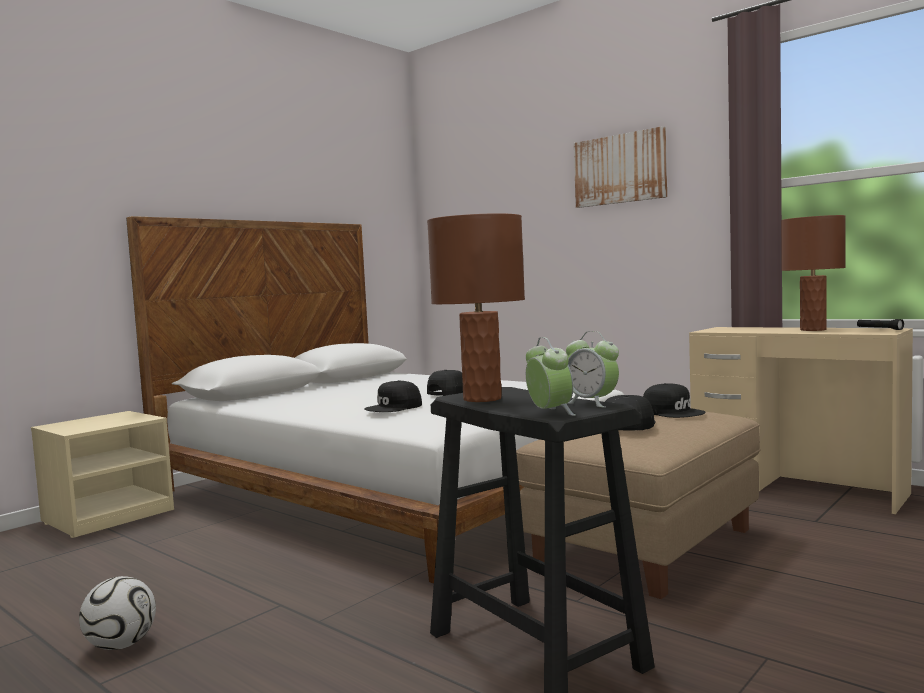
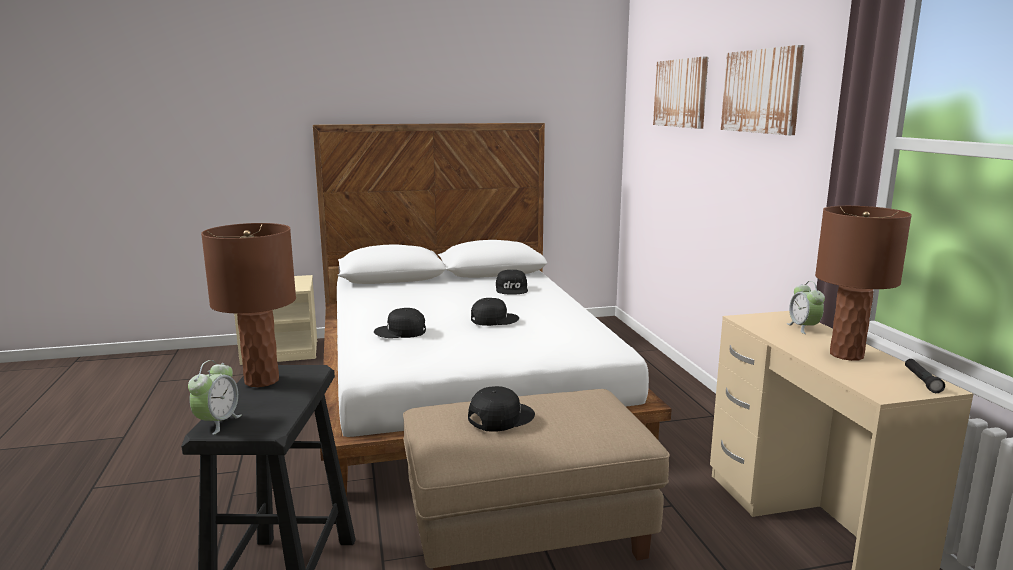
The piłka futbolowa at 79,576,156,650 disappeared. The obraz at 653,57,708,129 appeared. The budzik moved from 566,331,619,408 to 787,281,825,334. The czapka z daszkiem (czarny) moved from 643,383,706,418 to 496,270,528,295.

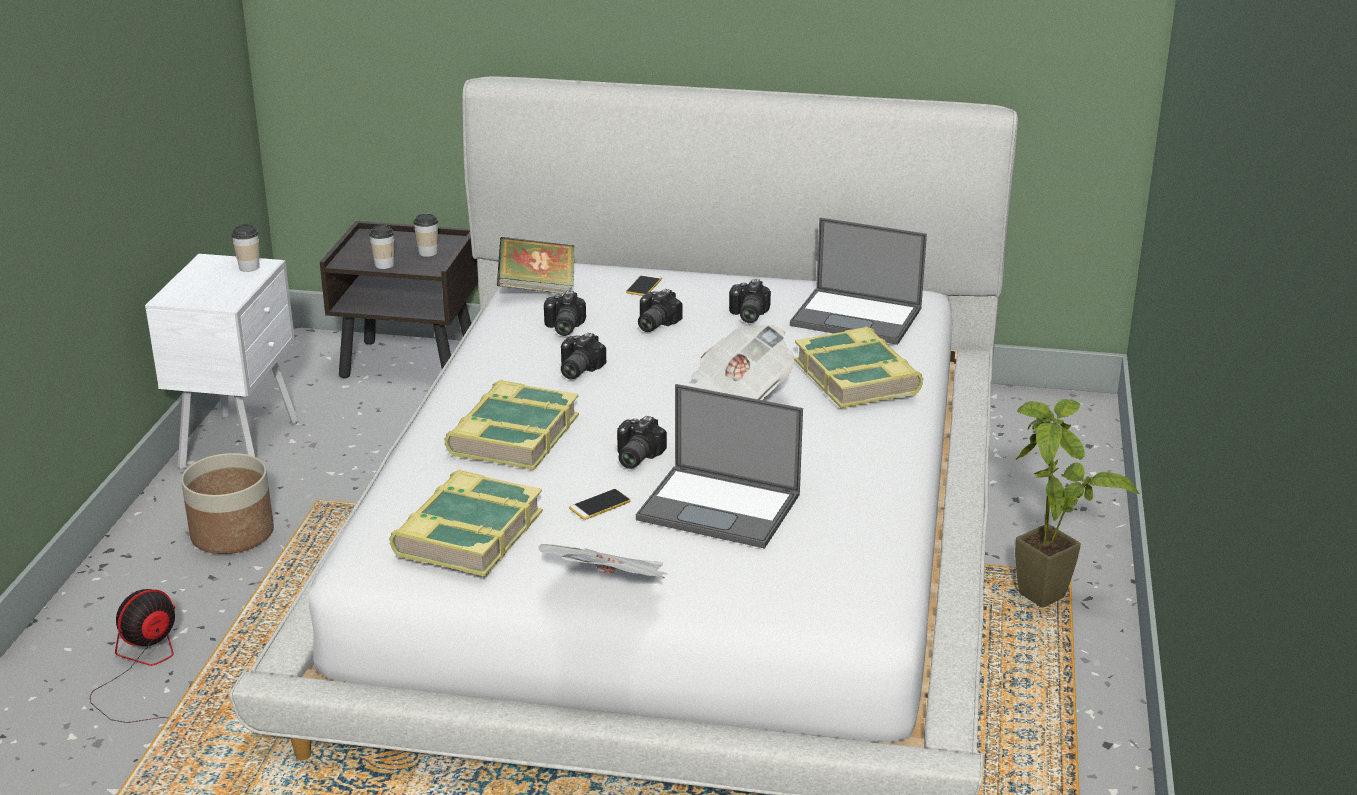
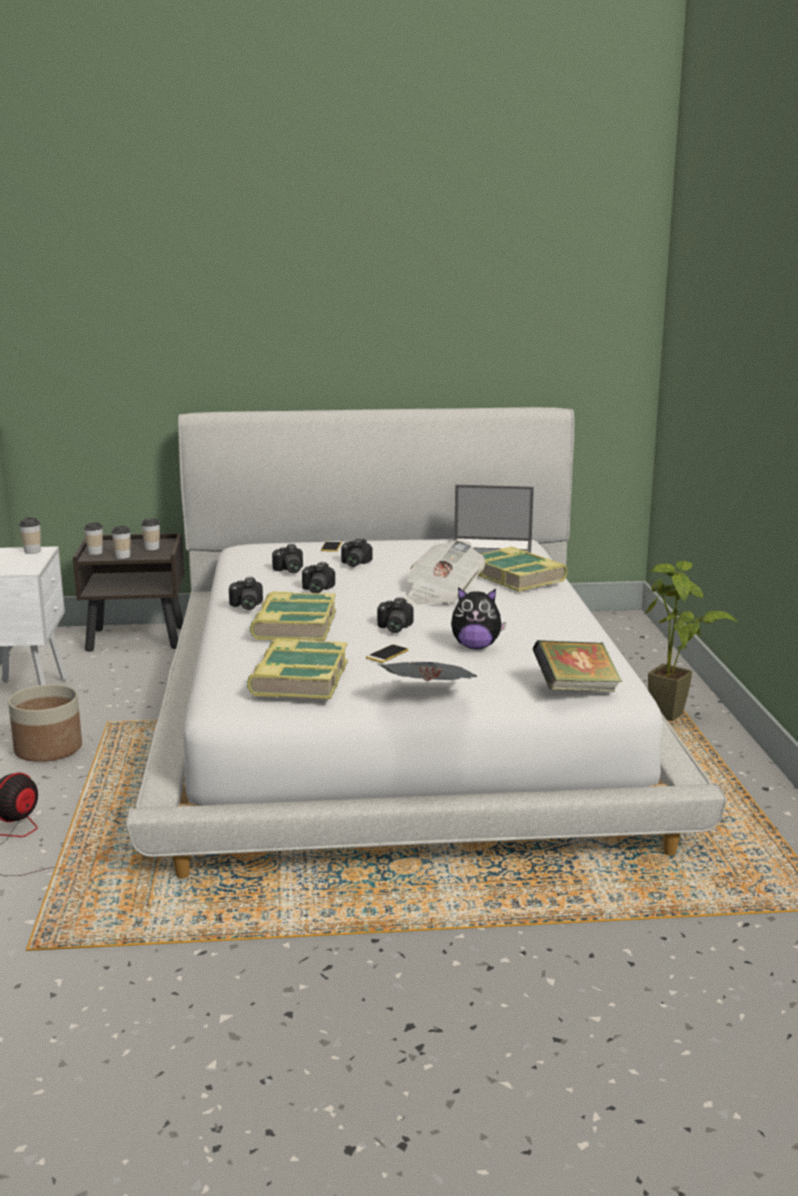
The filiżanka at 84,522,103,555 appeared. The książka moved from 497,237,575,294 to 532,640,622,692. The aparat fotograficzny moved from 729,279,771,323 to 229,577,263,610. The laptop at 636,384,803,549 was replaced by the pluszak at 451,587,506,649.

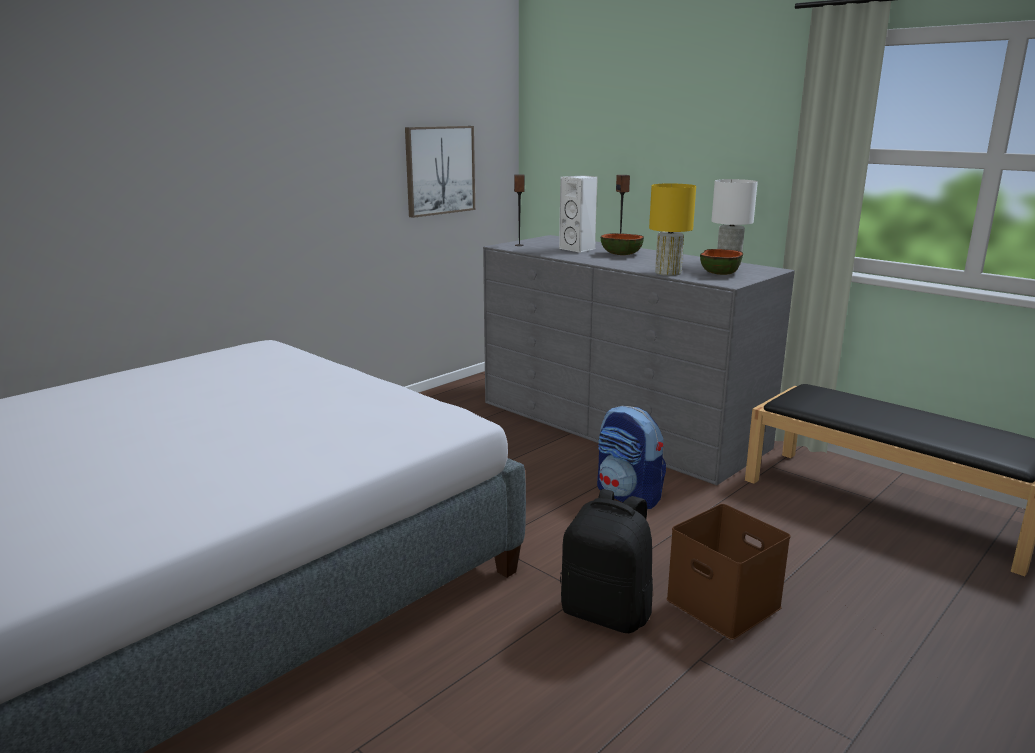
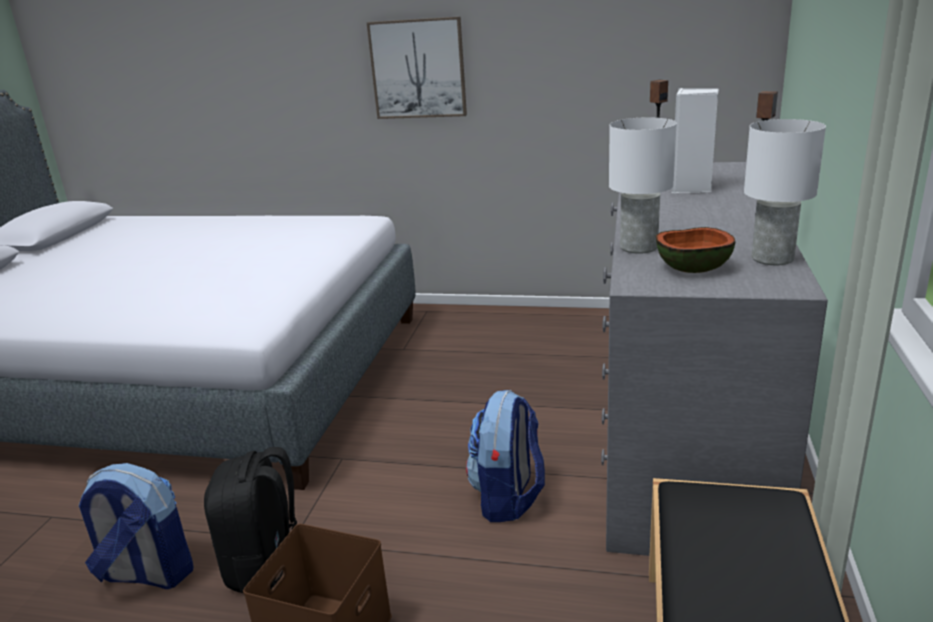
The miska at 601,233,644,255 disappeared. The plecak at 79,463,194,589 appeared. The obraz moved from 405,126,475,218 to 367,17,467,119. The lampa stołowa (żółty) at 649,183,696,276 became the lampa stołowa (biały) at 609,117,677,254.

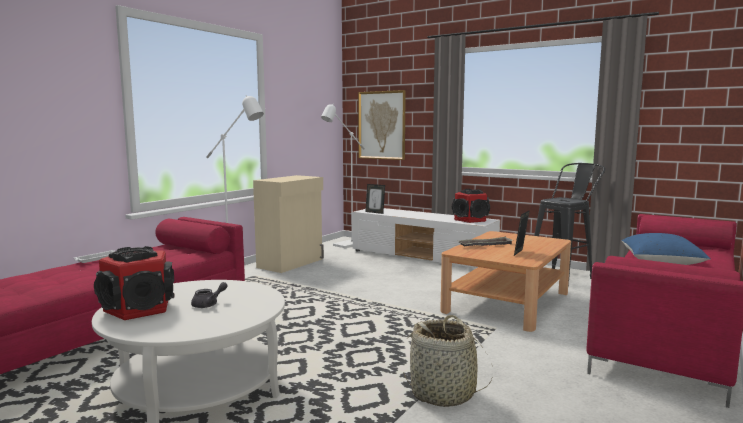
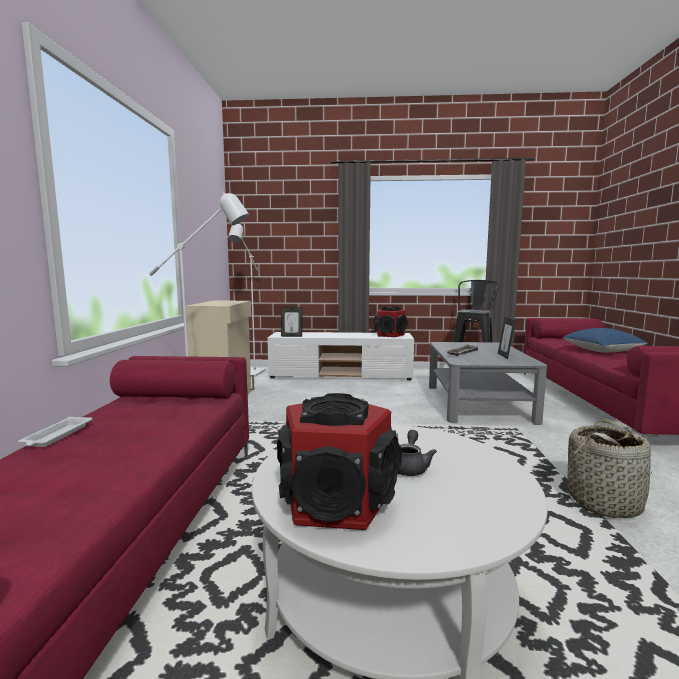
The obraz at 358,90,406,160 disappeared. The ława (brązowy) at 440,231,571,332 became the ława (szary) at 429,342,547,425.

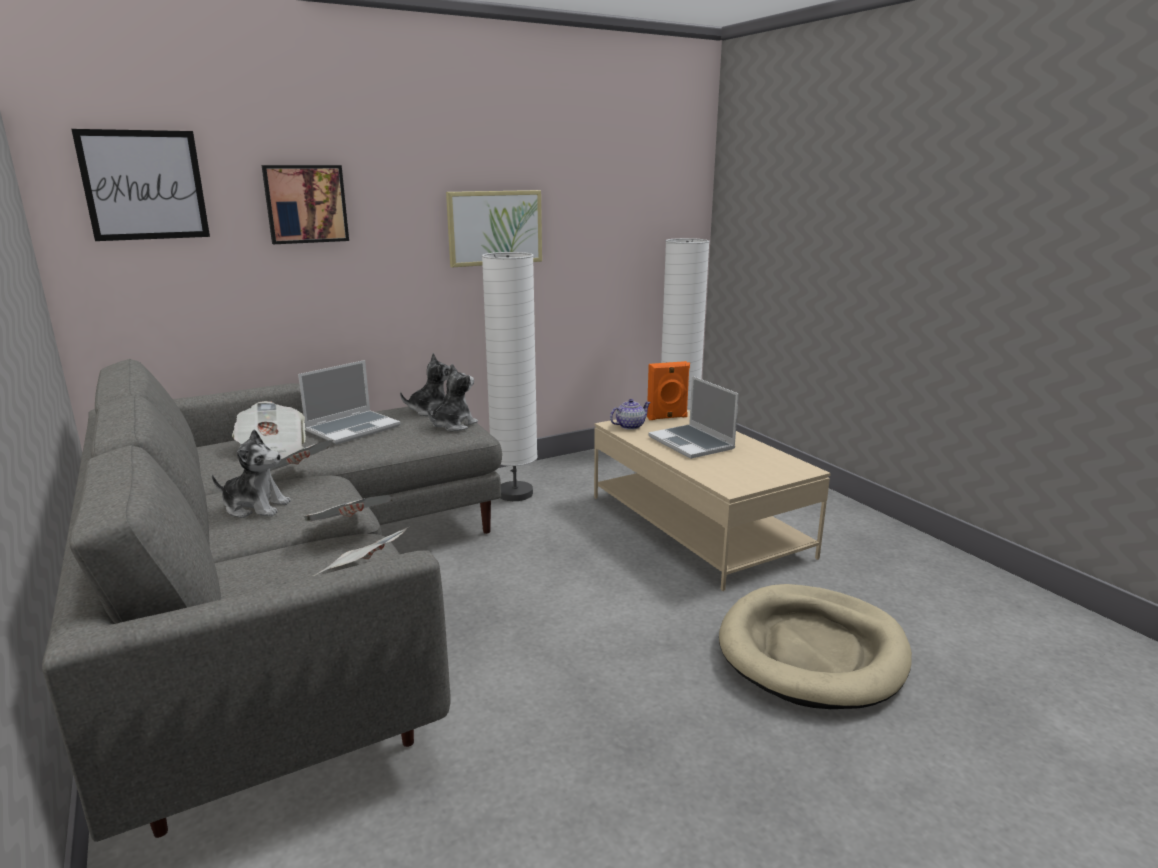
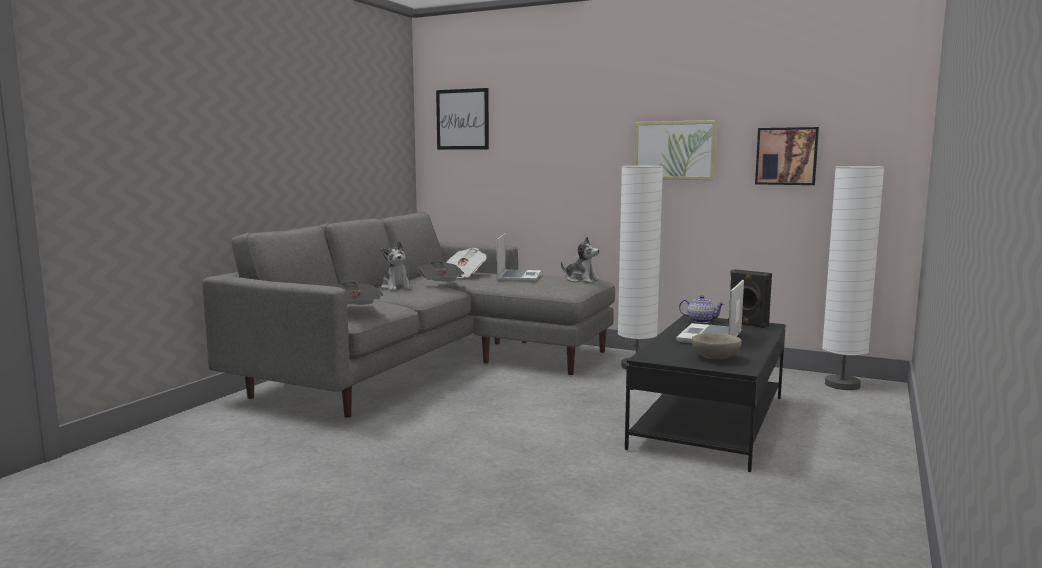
The gazeta at 304,495,393,521 disappeared. The pluszak at 428,364,478,431 disappeared. The legowisko (beżowy) at 719,584,912,709 disappeared. The miska (beżowy) at 691,333,742,360 appeared. The obraz moved from 261,165,349,244 to 755,127,819,185. The ława (beżowy) at 594,409,831,591 became the ława (czarny) at 625,315,786,472. The głośnik (pomarańczowy) at 647,361,690,420 became the głośnik (czarny) at 728,269,772,328. The laptop at 298,360,401,444 turned 90 degrees counterclockwise.

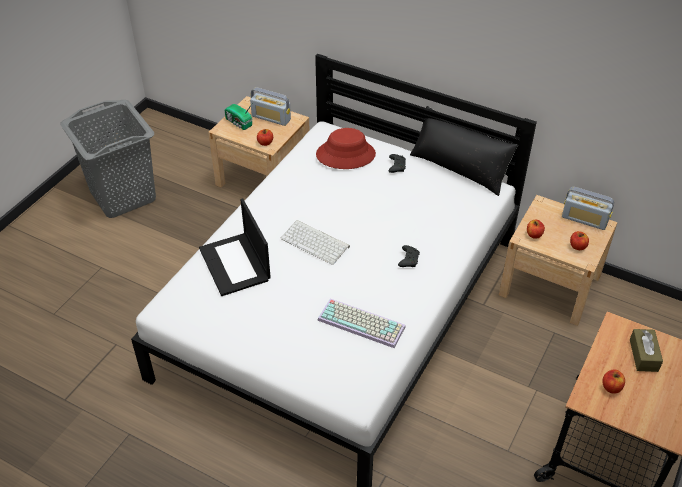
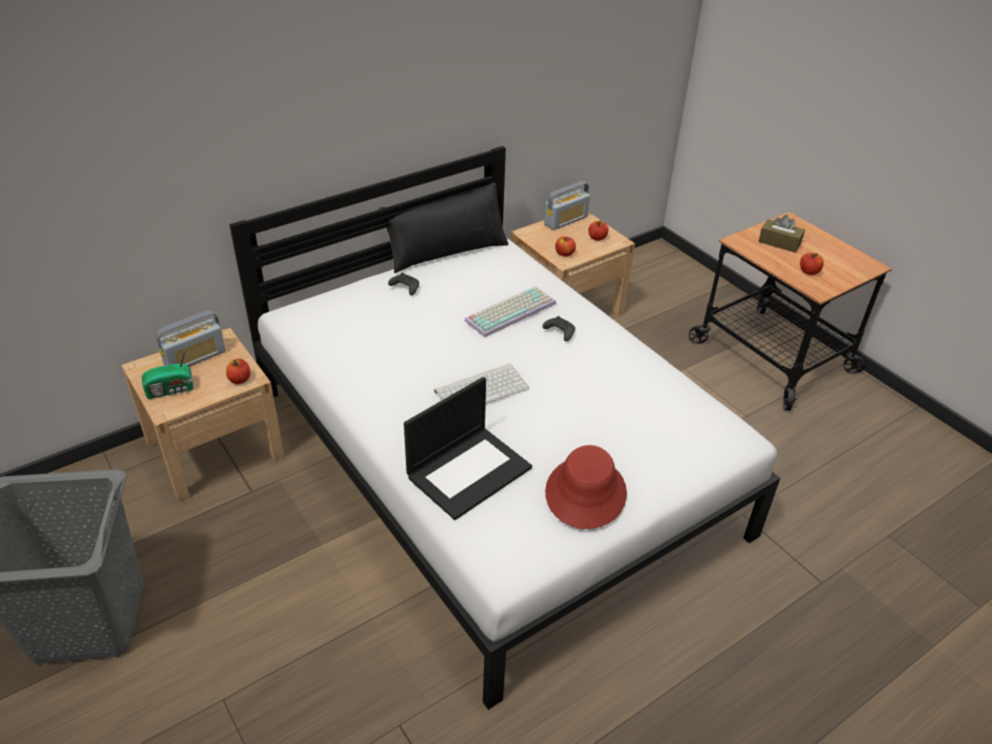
The kapelusz (czerwony) moved from 316,128,376,169 to 545,445,627,529. The klawiatura moved from 317,299,406,348 to 465,286,556,337. The laptop at 199,198,271,296 turned 45 degrees counterclockwise.

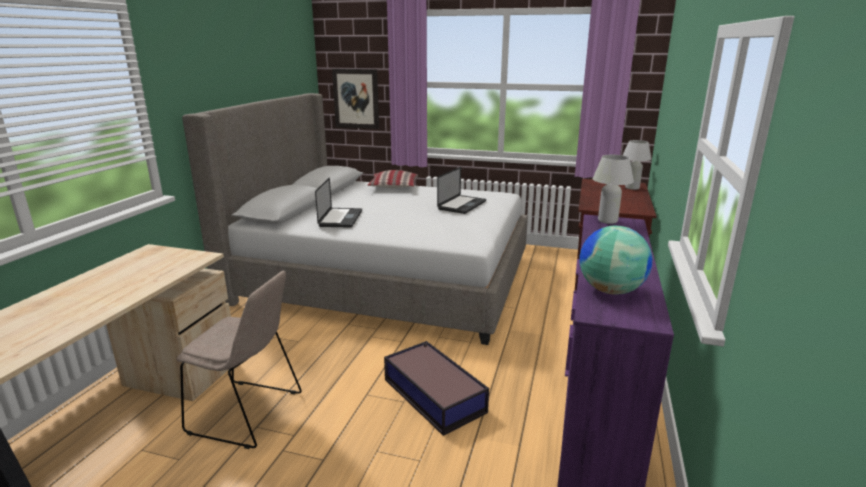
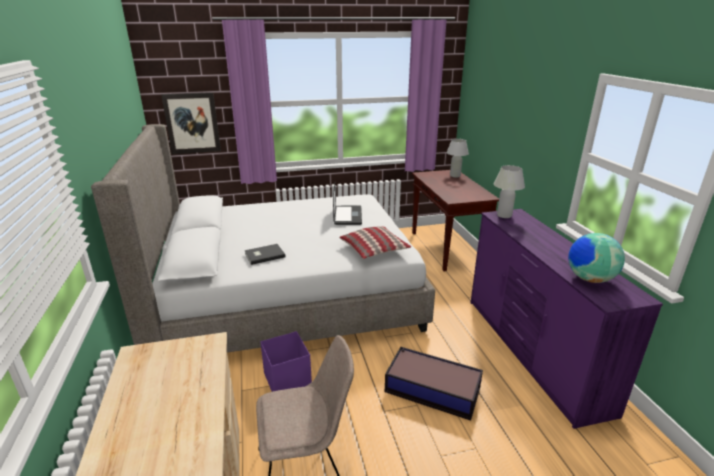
The pojemnik do przechowywania (fioletowy) at 260,331,312,392 appeared. The poduszka moved from 368,170,418,188 to 339,226,411,259. The laptop at 315,178,362,228 was replaced by the książka (szary) at 244,244,285,265.

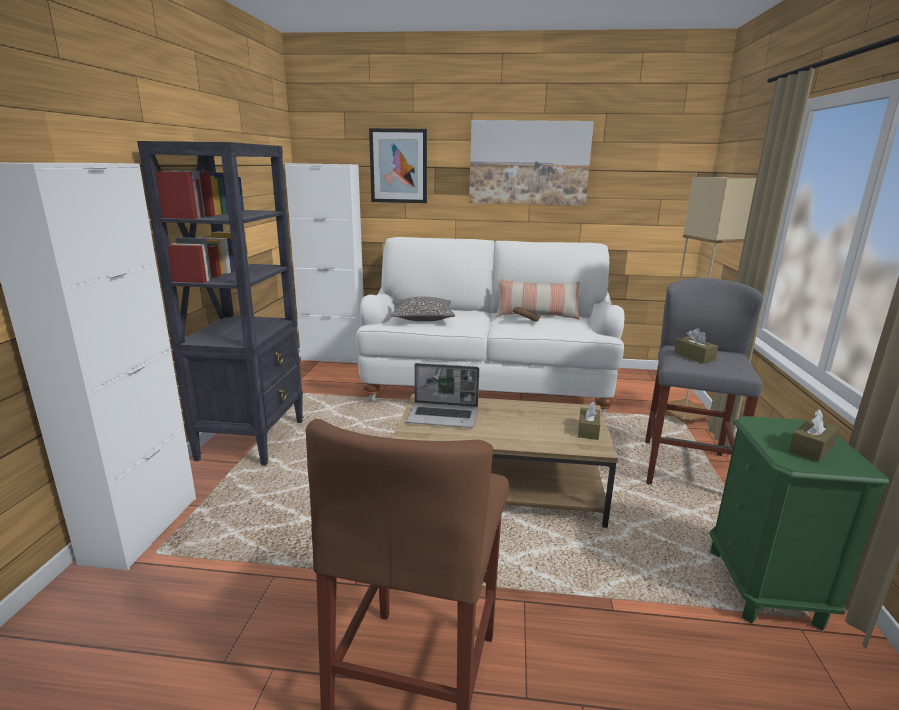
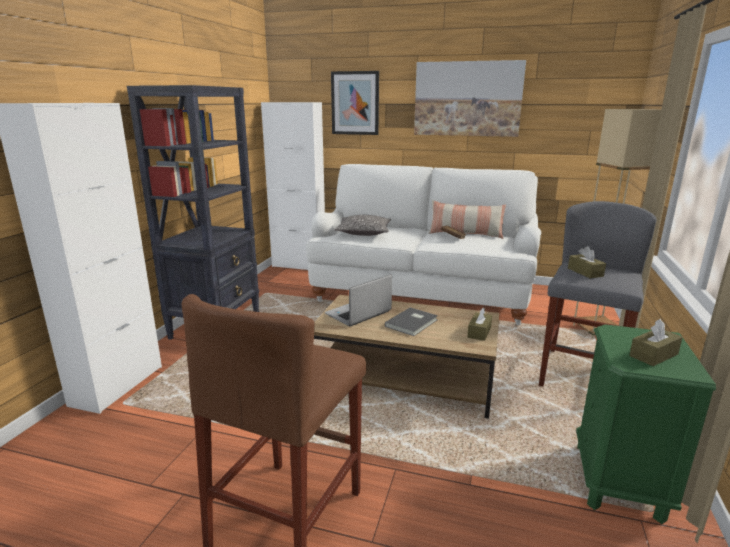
The książka (szary) at 385,307,438,336 appeared. The laptop at 406,363,479,428 turned 120 degrees clockwise.

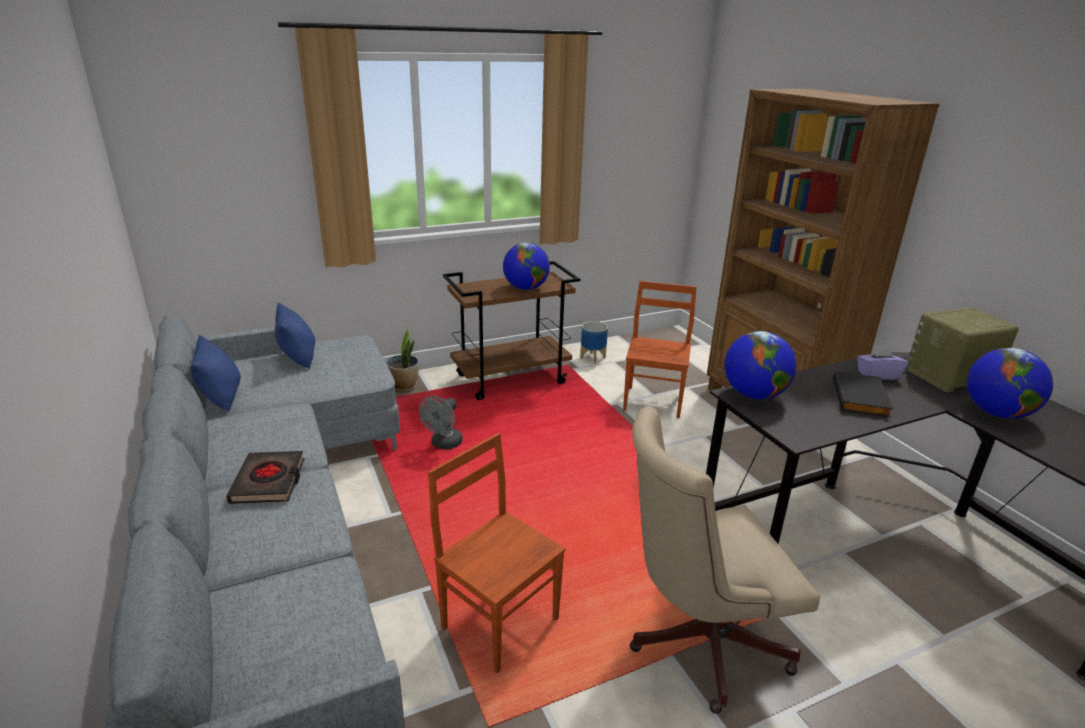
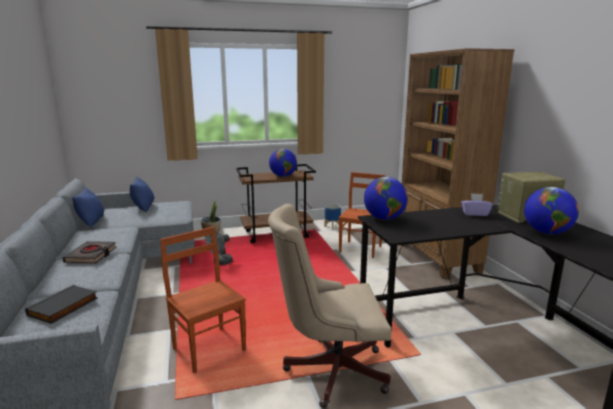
The książka (czarny) moved from 833,371,893,417 to 25,285,98,324.

